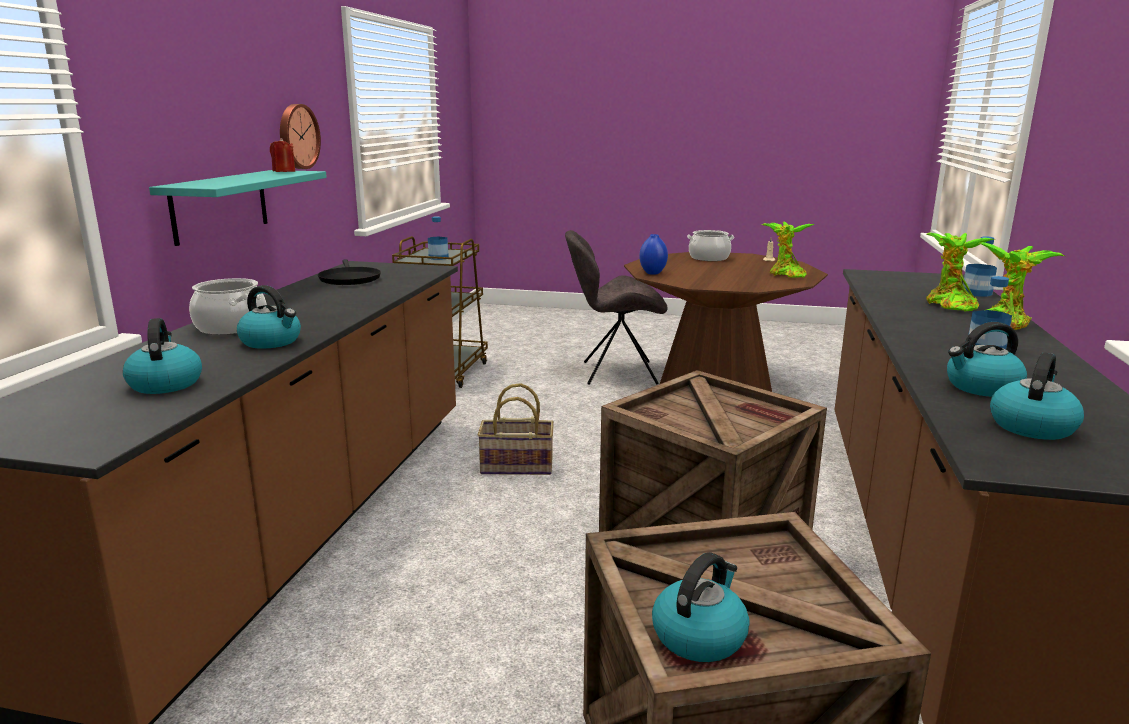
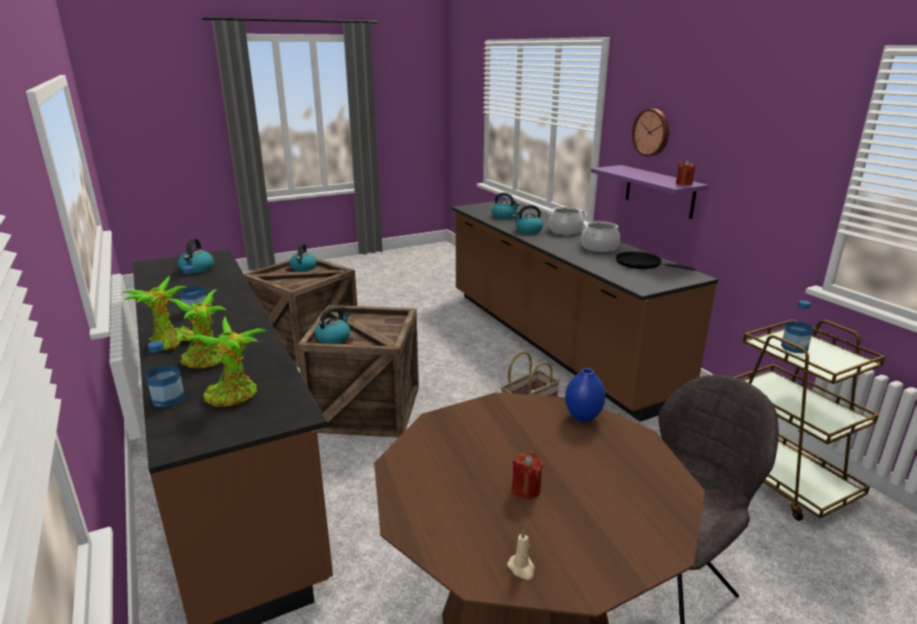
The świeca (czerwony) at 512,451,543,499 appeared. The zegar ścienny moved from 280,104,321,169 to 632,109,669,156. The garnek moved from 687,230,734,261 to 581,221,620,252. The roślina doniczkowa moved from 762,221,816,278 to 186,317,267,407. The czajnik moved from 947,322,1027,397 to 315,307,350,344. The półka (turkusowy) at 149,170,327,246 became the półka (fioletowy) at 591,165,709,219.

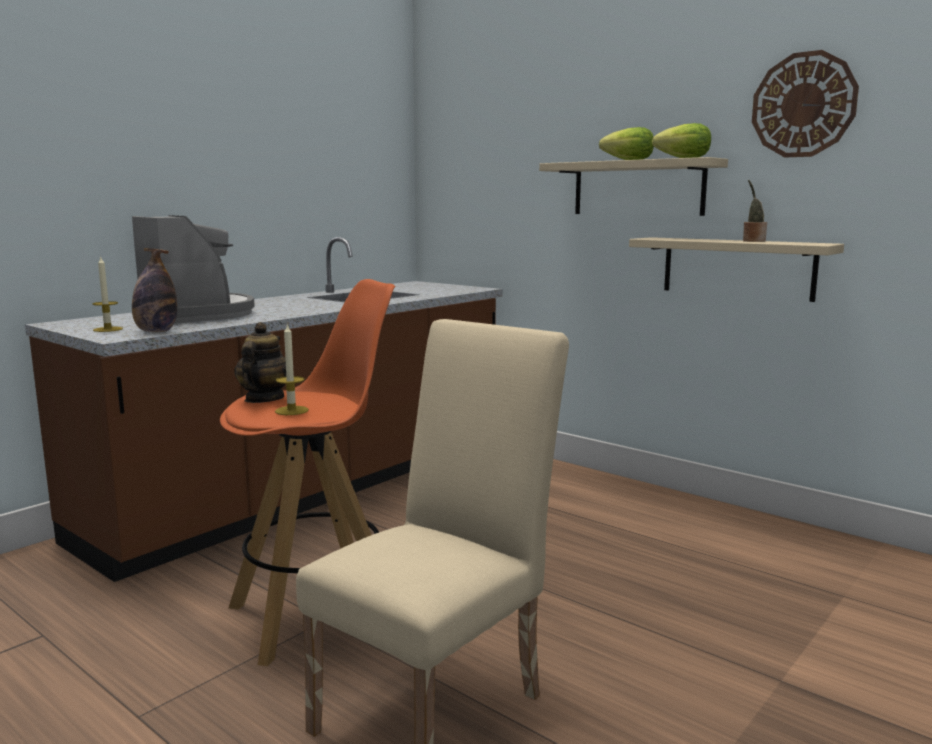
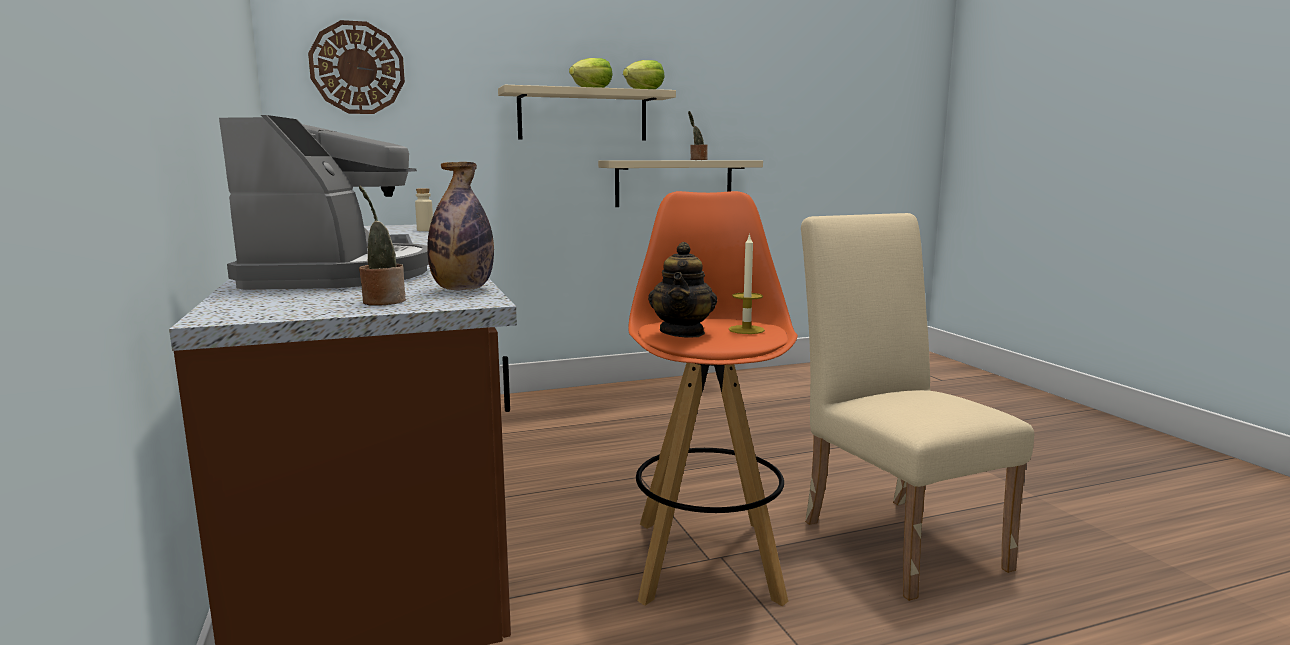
The butelka (beżowy) at 415,188,433,231 appeared. The zegar ścienny moved from 752,50,859,158 to 308,20,405,114. The świeca at 93,255,123,332 was replaced by the roślina doniczkowa at 359,186,406,305. The ekspres do kawy at 132,215,255,324 turned 90 degrees clockwise. The imbryk at 234,322,286,403 turned 120 degrees counterclockwise.

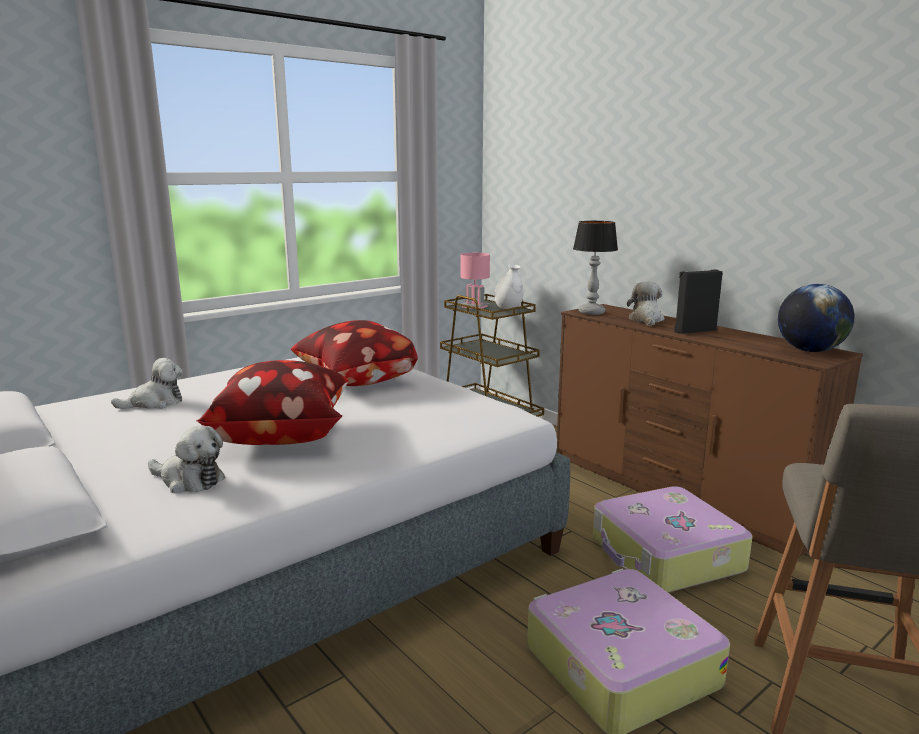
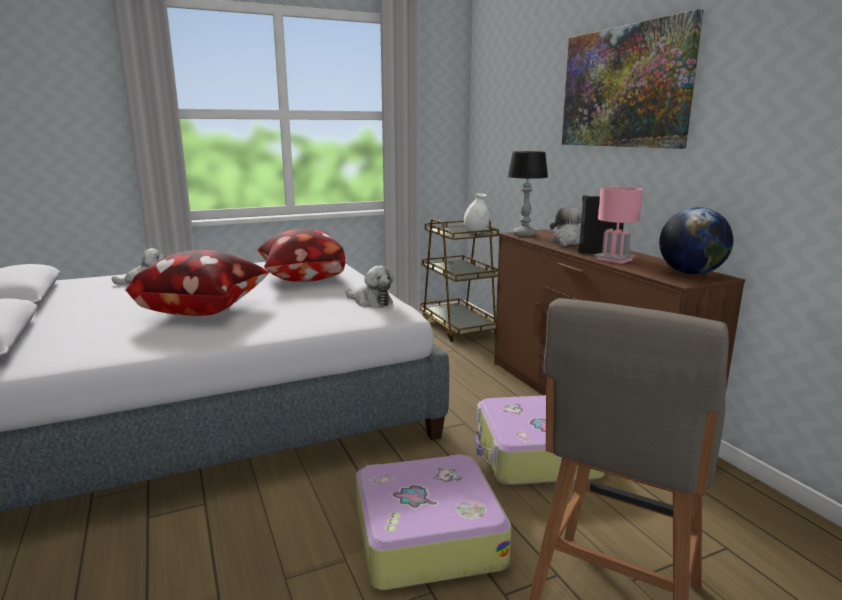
The obraz at 562,9,704,149 appeared. The pluszak moved from 148,425,225,493 to 345,266,393,308. The lampa stołowa (różowy) moved from 460,253,490,309 to 594,187,643,264.

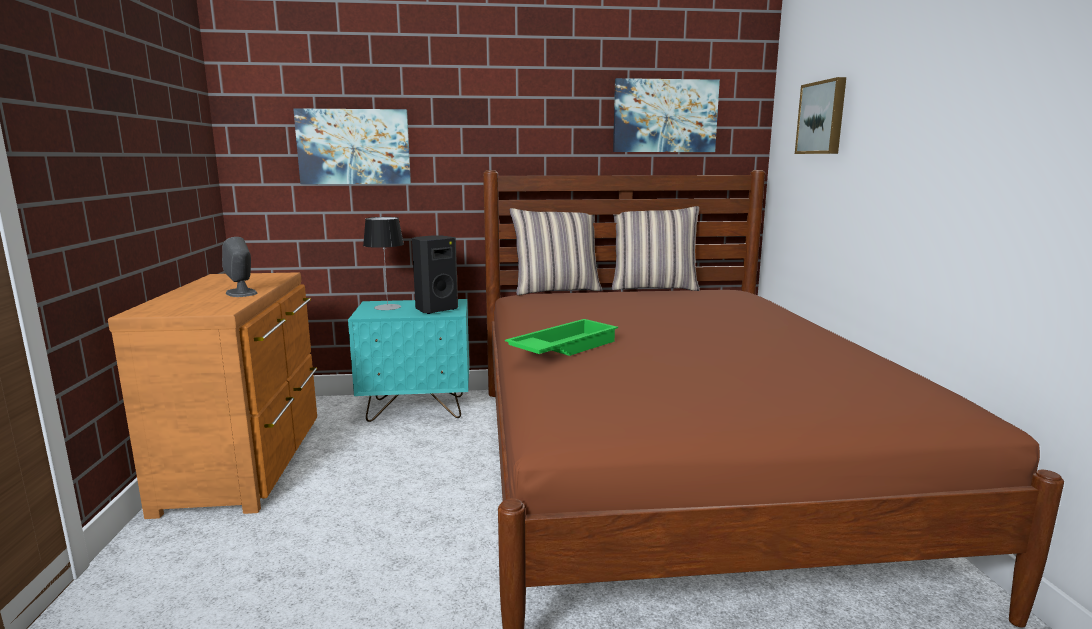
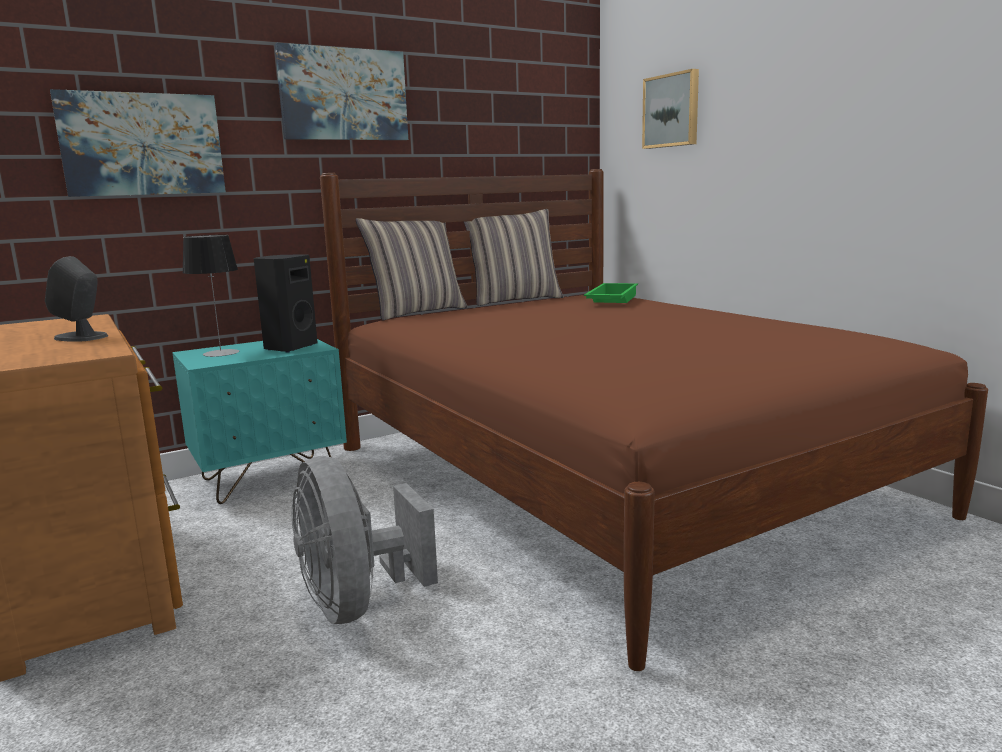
The wentylator (szary) at 292,456,438,624 appeared. The taca (zielony) moved from 505,319,618,356 to 584,283,638,303. The obraz moved from 613,78,720,152 to 275,43,408,140.

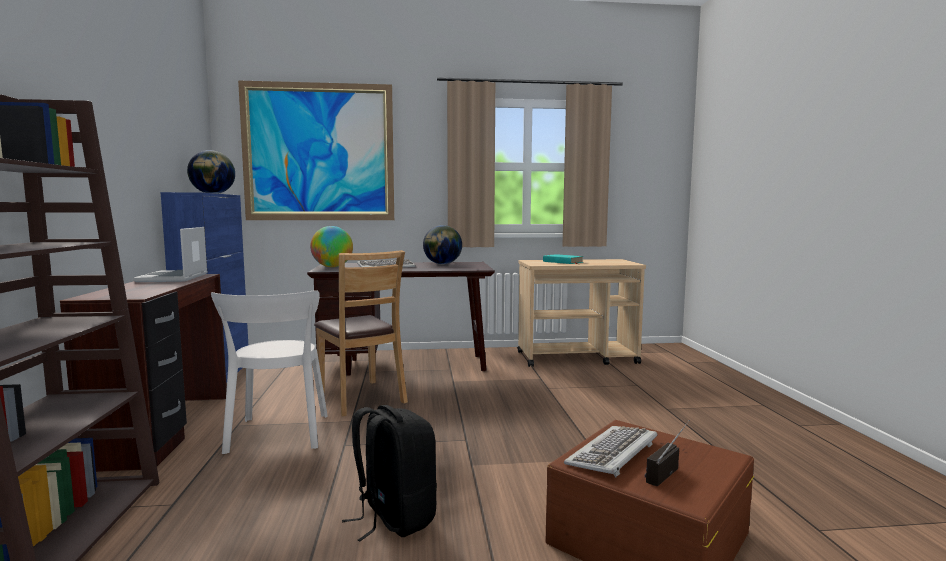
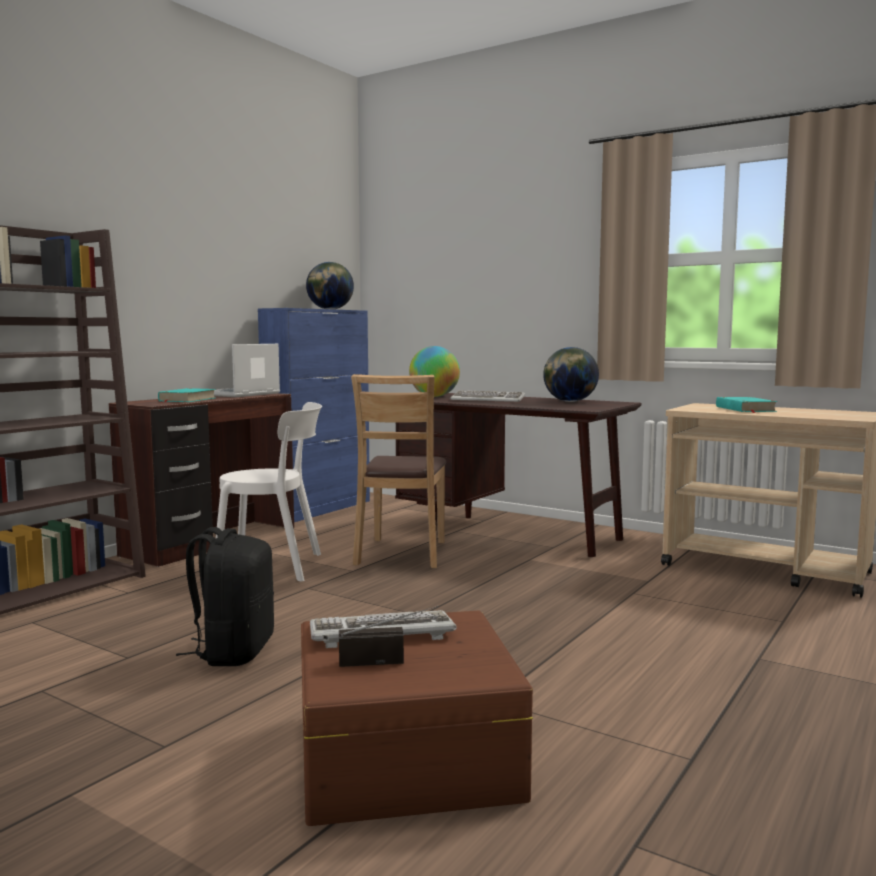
The obraz at 238,80,394,220 disappeared. The książka (turkusowy) at 158,388,216,403 appeared. The krzesło (biały) at 211,290,328,454 turned 120 degrees counterclockwise.

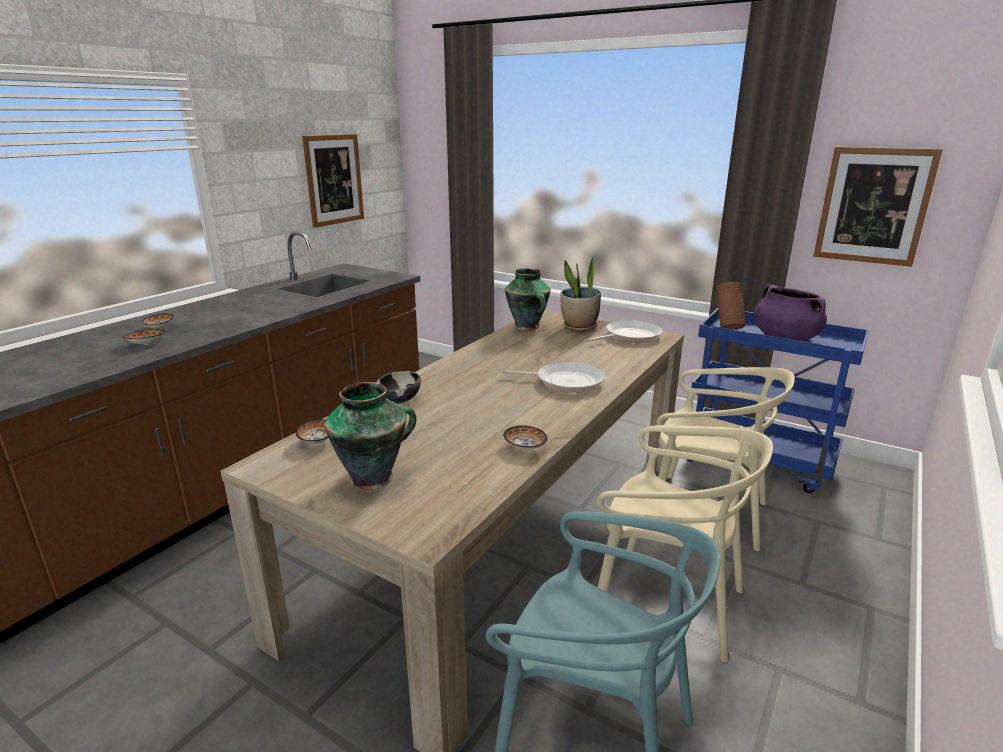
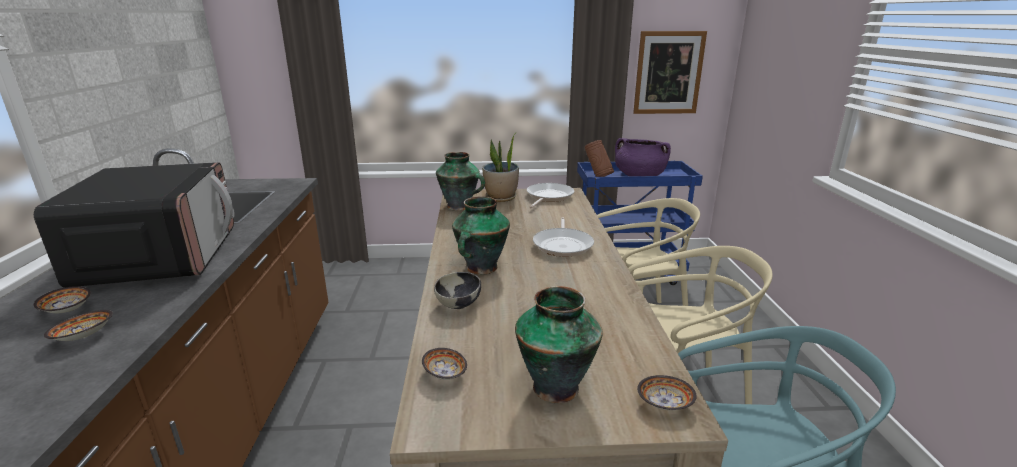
The obraz at 302,134,364,228 disappeared. The mikrofalówka at 34,162,235,288 appeared. The wazon at 452,196,510,275 appeared. The miska moved from 503,425,548,450 to 637,375,697,410. The patelnia at 501,361,605,393 turned 120 degrees clockwise.

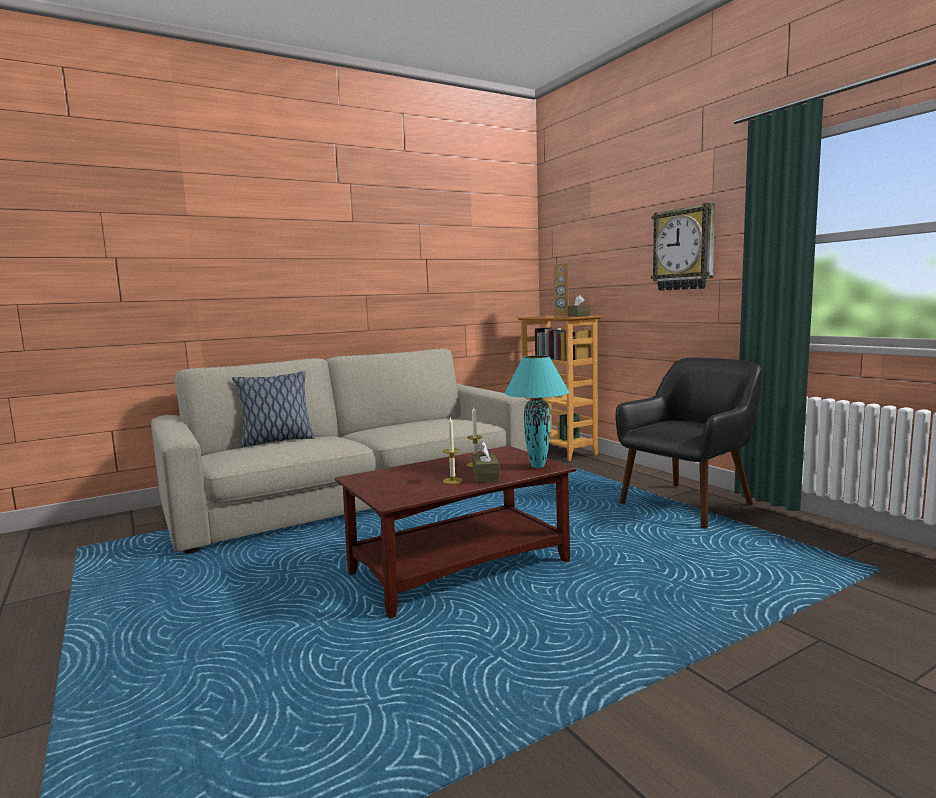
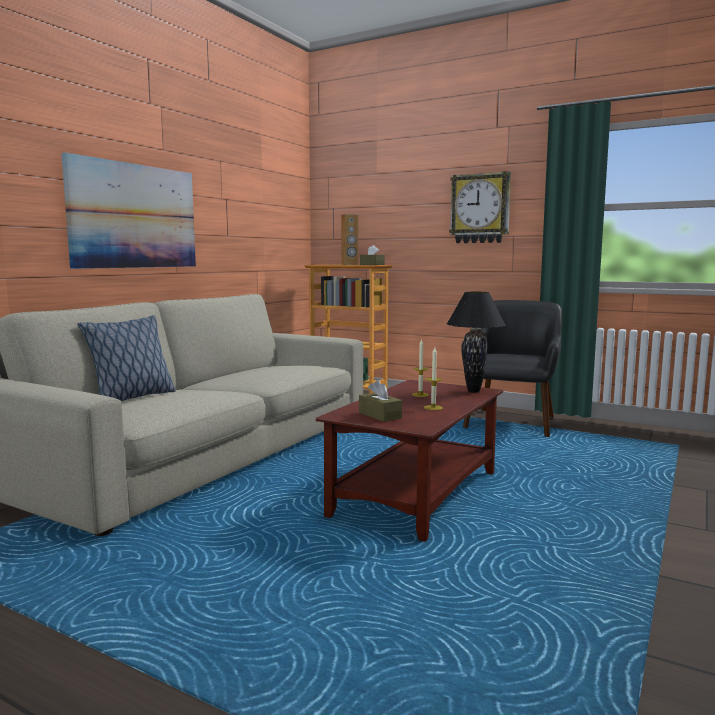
The obraz at 61,153,196,269 appeared. The pudełko chusteczek (brązowy) moved from 472,441,500,483 to 359,380,402,422. The lampa stołowa (turkusowy) at 504,355,569,468 became the lampa stołowa (czarny) at 447,292,505,393.

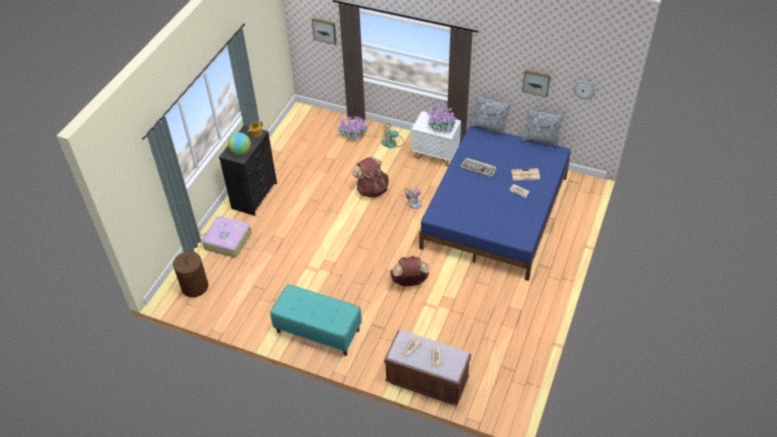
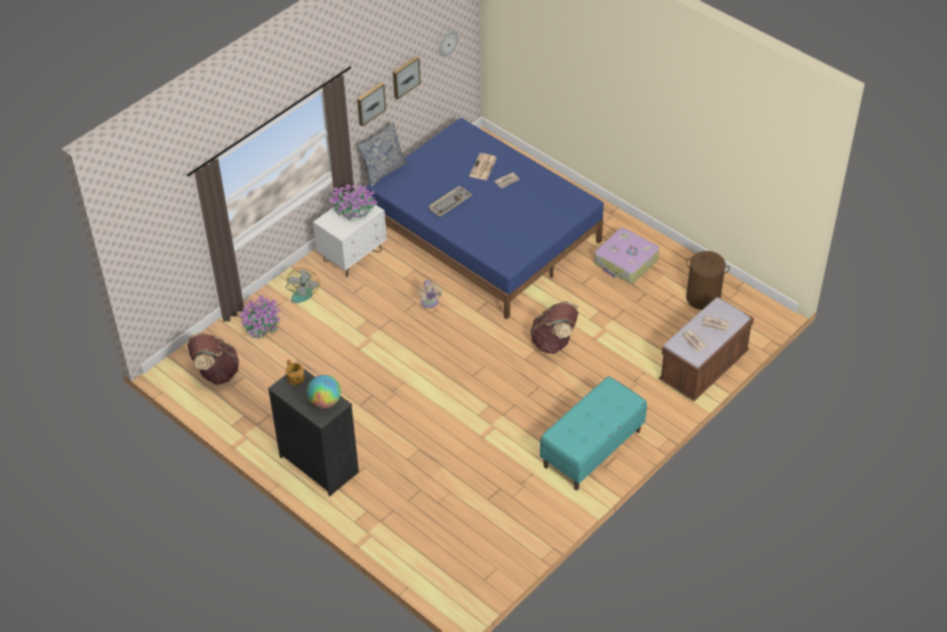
The poduszka at 521,107,565,148 disappeared. The kosz na pranie (brązowy) moved from 173,250,208,297 to 686,251,730,310. The walizka moved from 202,216,251,258 to 594,228,659,284. The obraz moved from 312,18,337,45 to 357,82,386,126. The plecak (brązowy) moved from 352,156,389,198 to 188,332,239,385.

